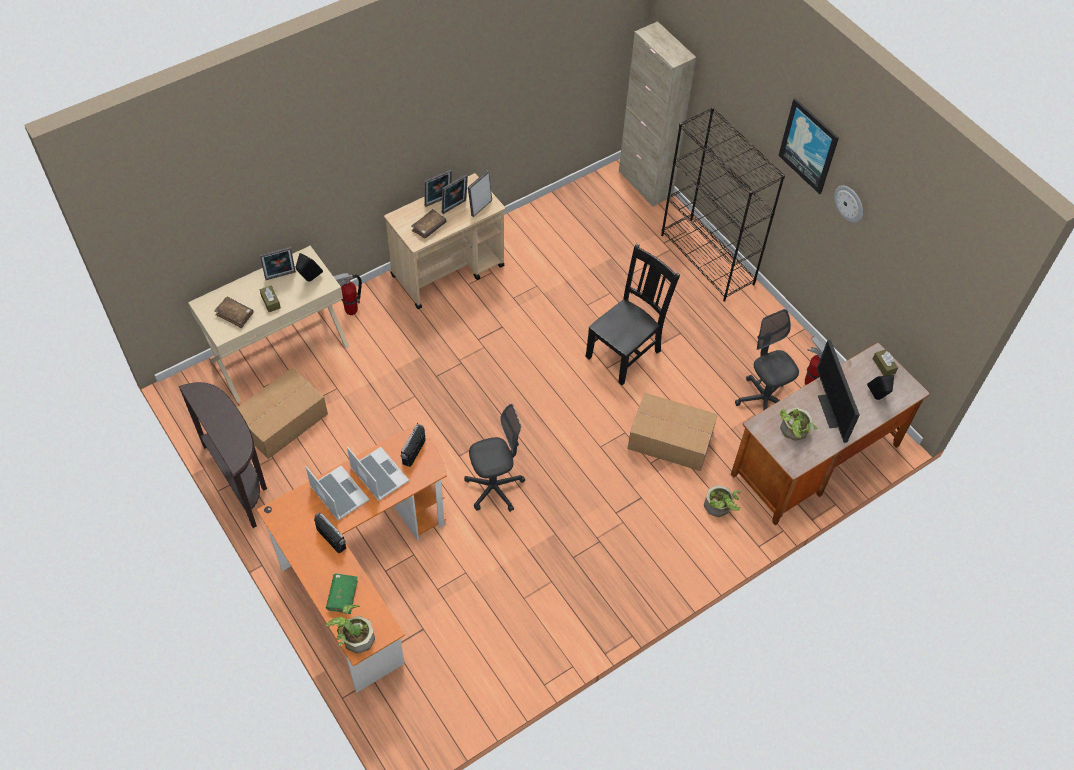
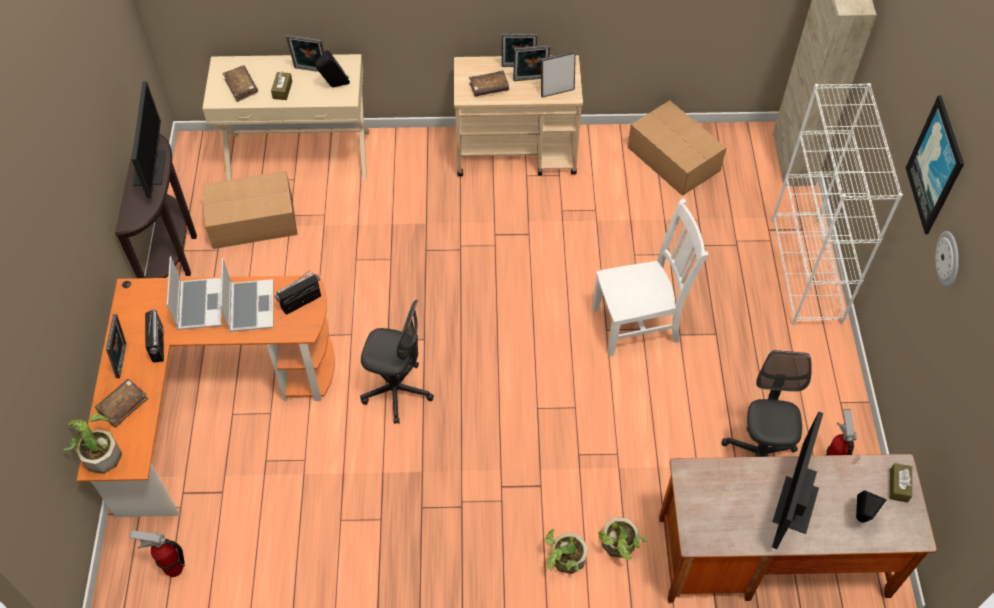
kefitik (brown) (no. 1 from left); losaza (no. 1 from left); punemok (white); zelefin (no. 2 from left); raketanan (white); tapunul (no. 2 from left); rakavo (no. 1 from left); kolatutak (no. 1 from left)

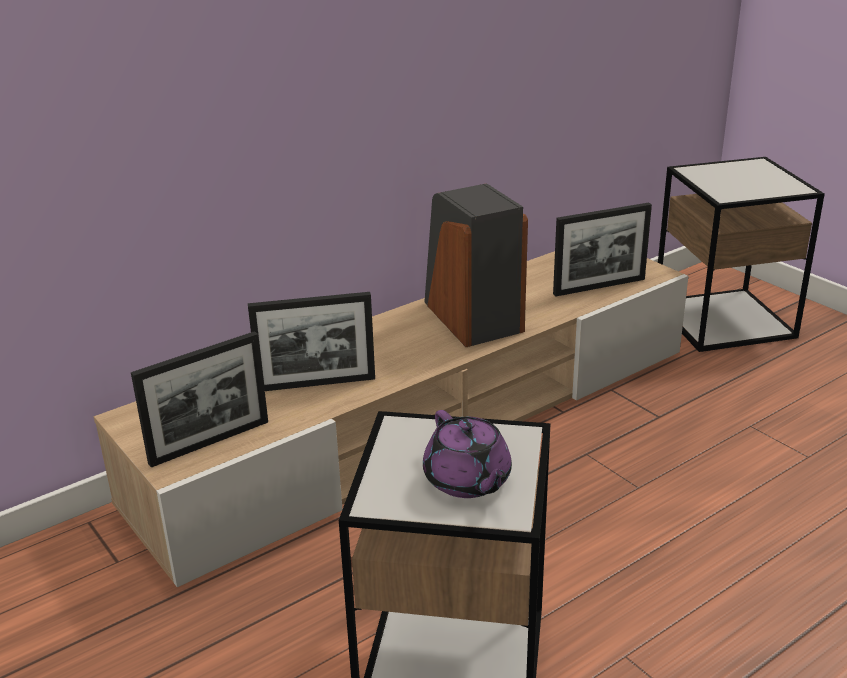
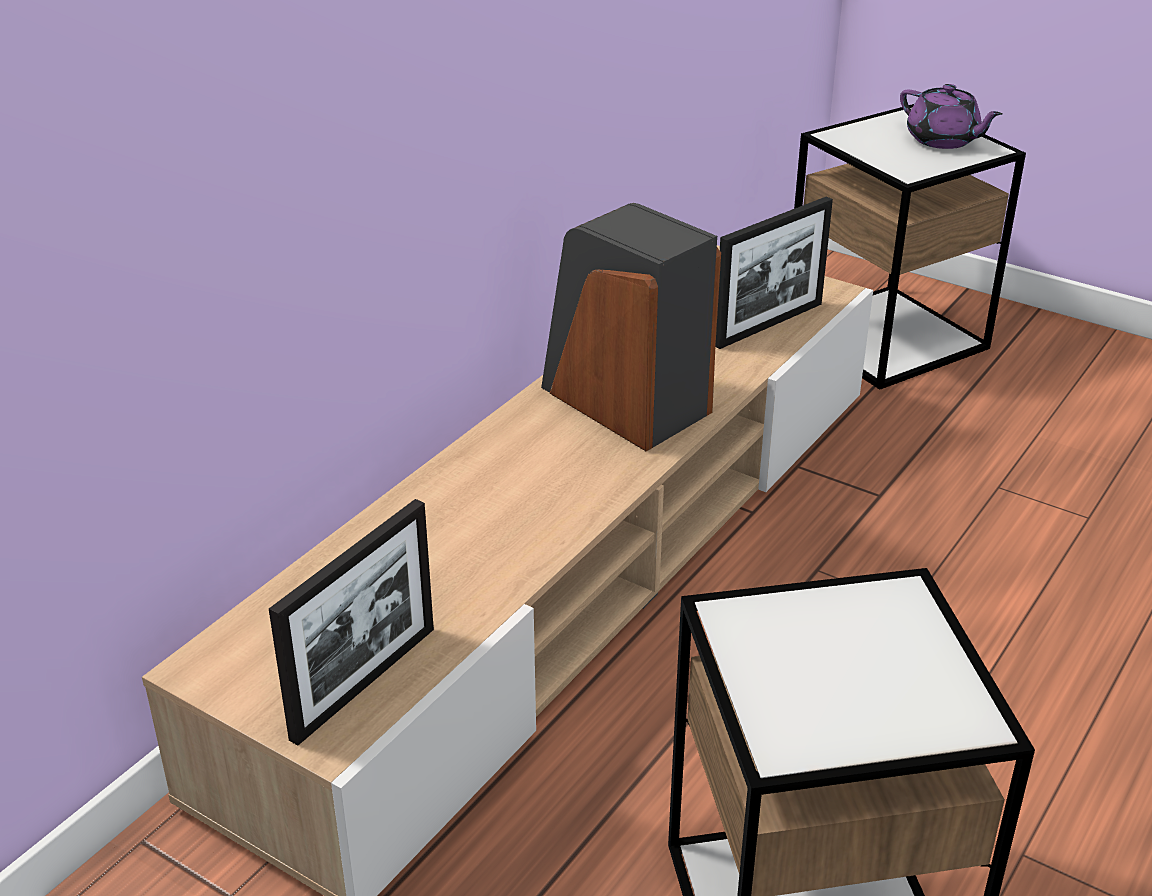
rakavo (no. 2 from left in the first image); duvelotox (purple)

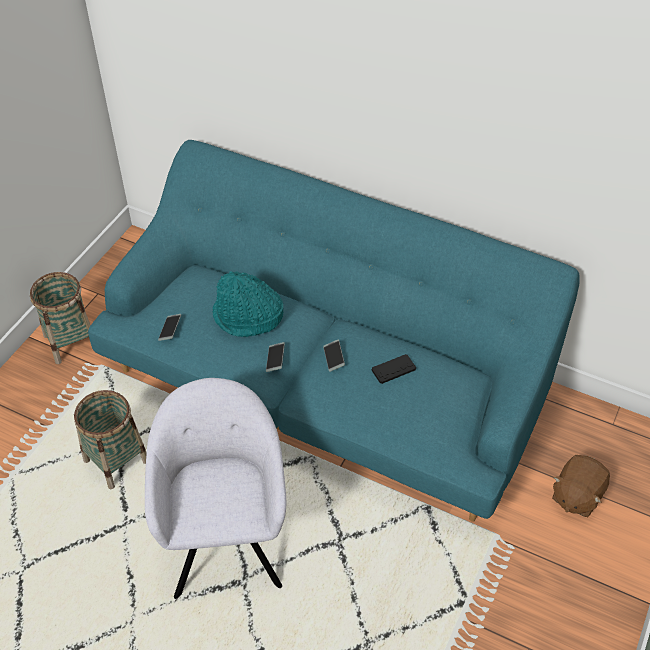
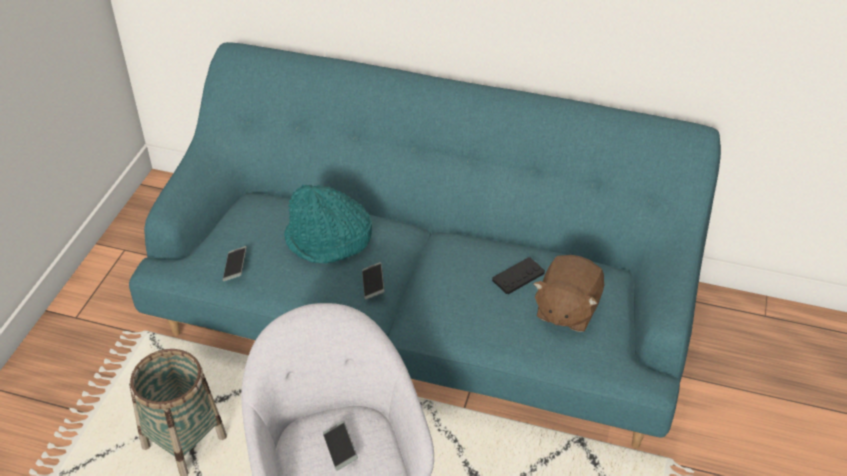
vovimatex (no. 1 from left in the first image); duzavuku (no. 2 from left); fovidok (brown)

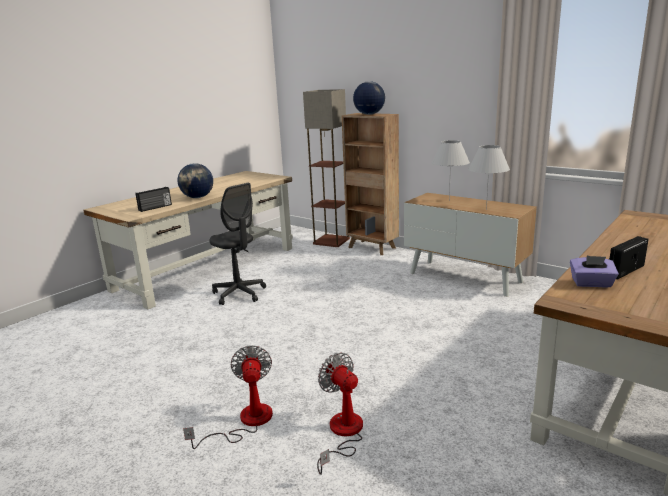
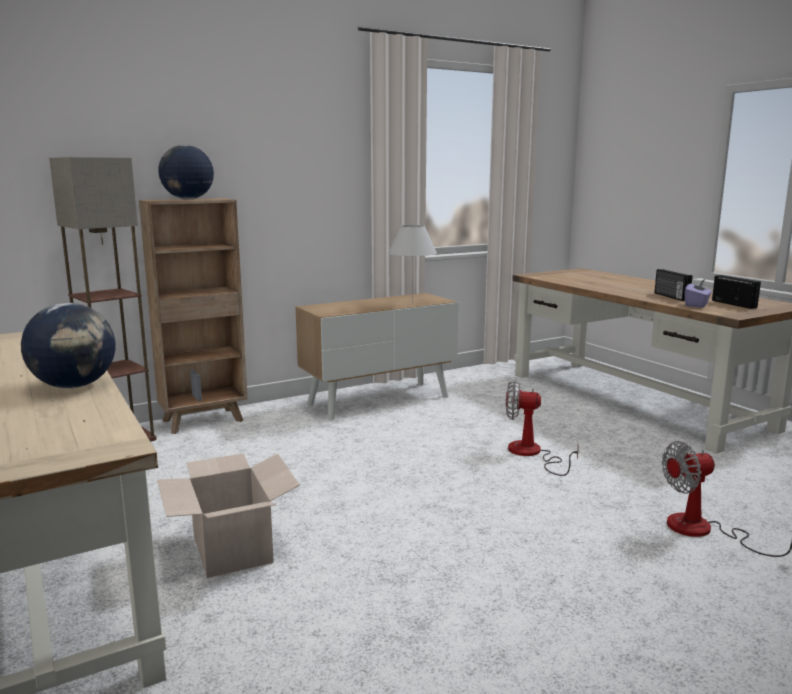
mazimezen (no. 2 from left); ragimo (no. 1 from left); zelefin; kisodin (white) (no. 1 from left in the first image)

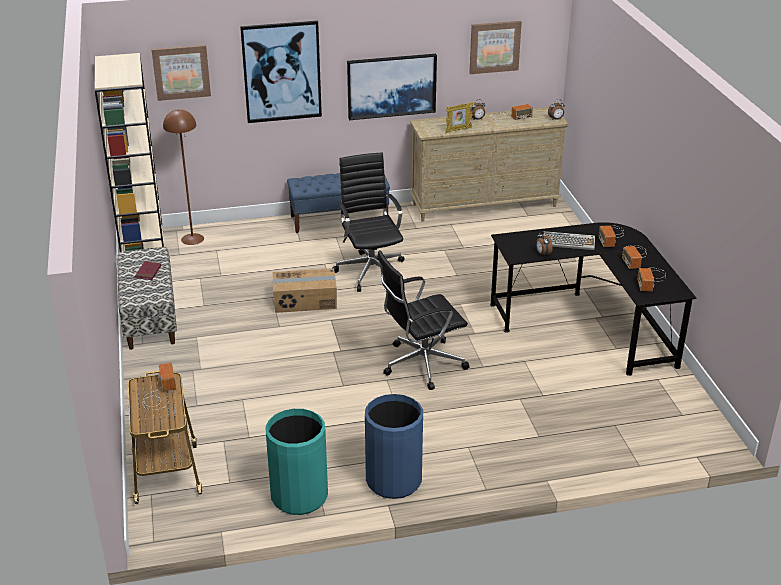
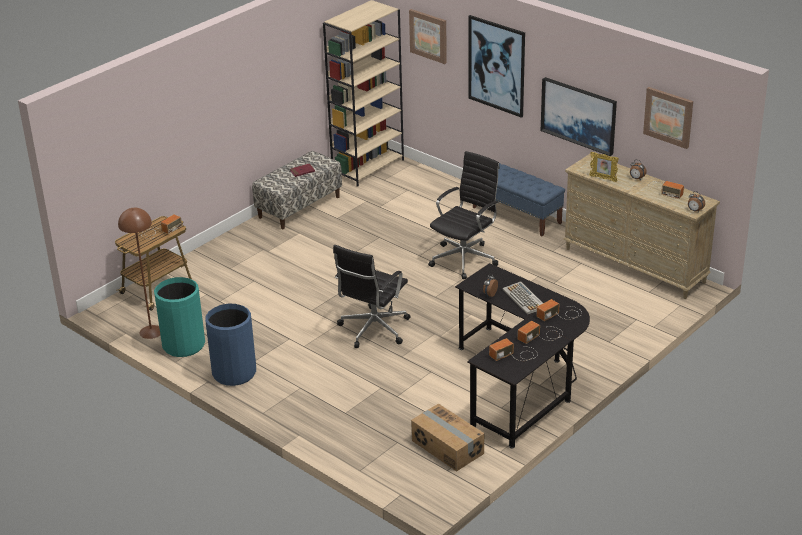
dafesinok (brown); zelefin; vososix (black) (no. 1 from left)

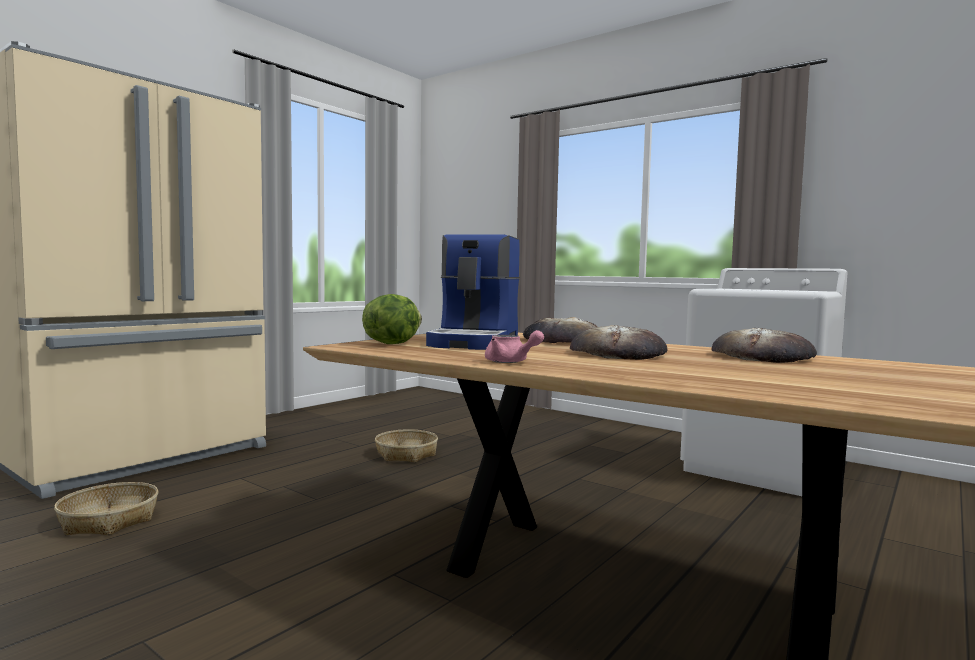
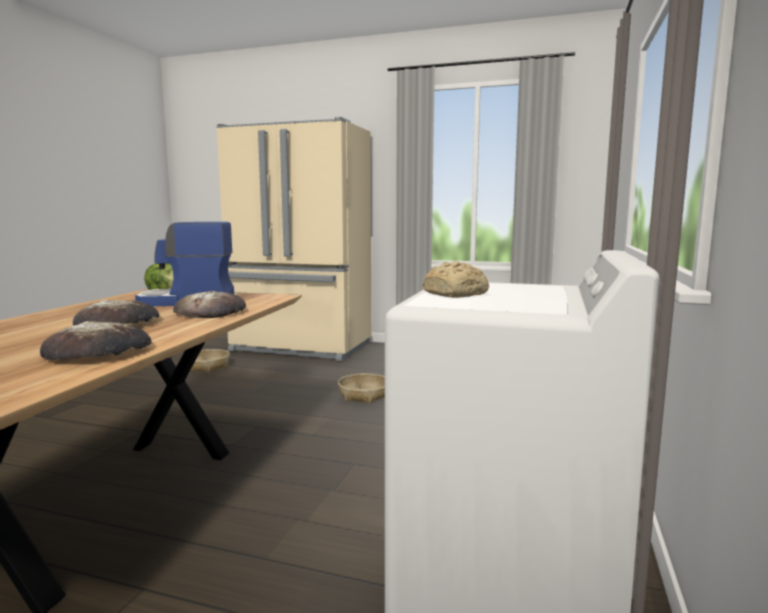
duvelotox (pink); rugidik (no. 4 from left)

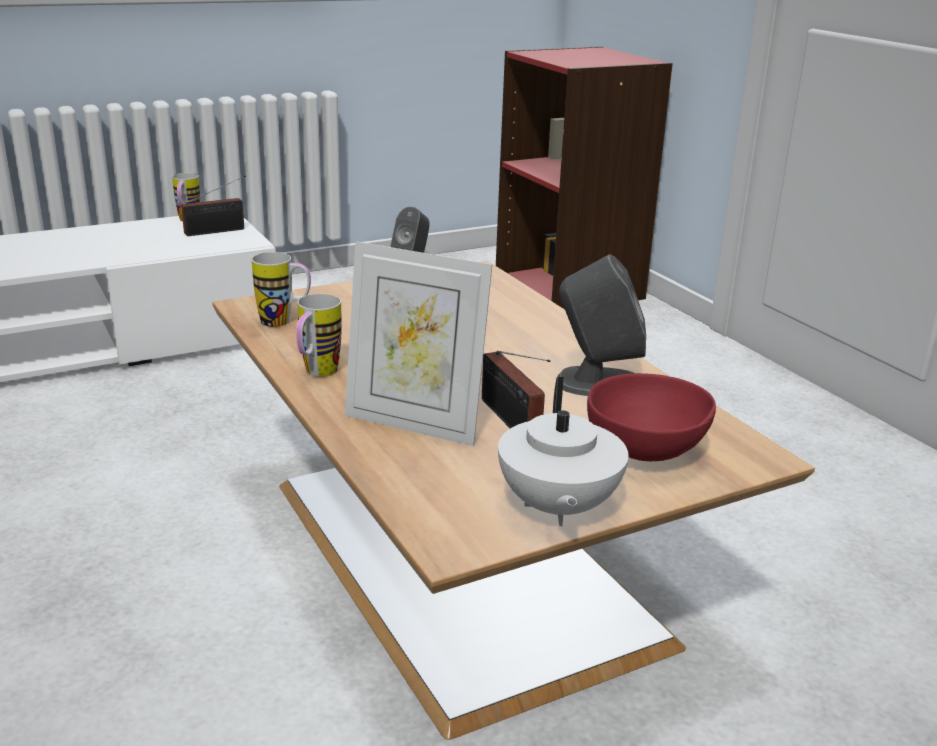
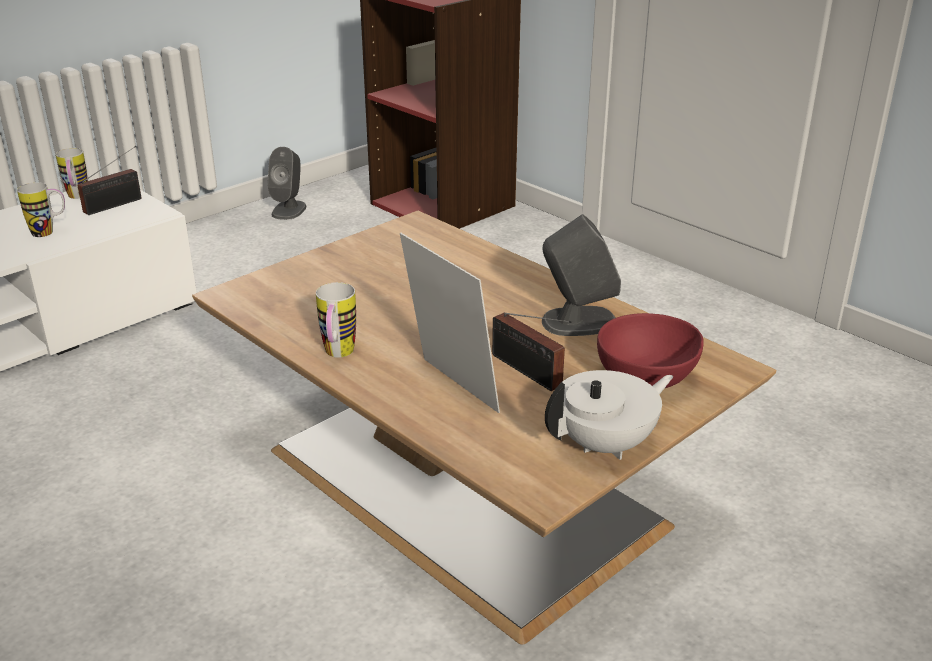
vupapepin (no. 1 from left); rakavo; duvelotox (white)

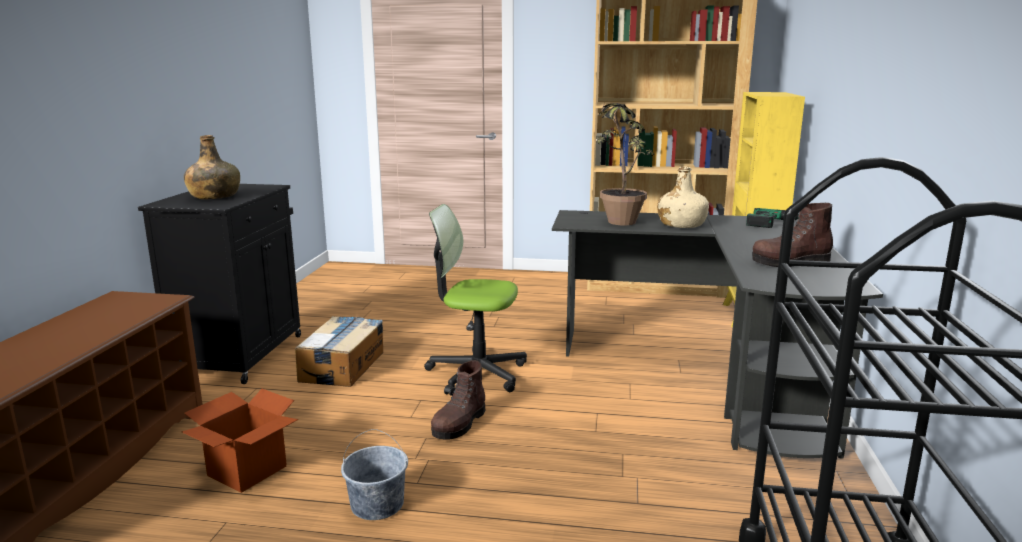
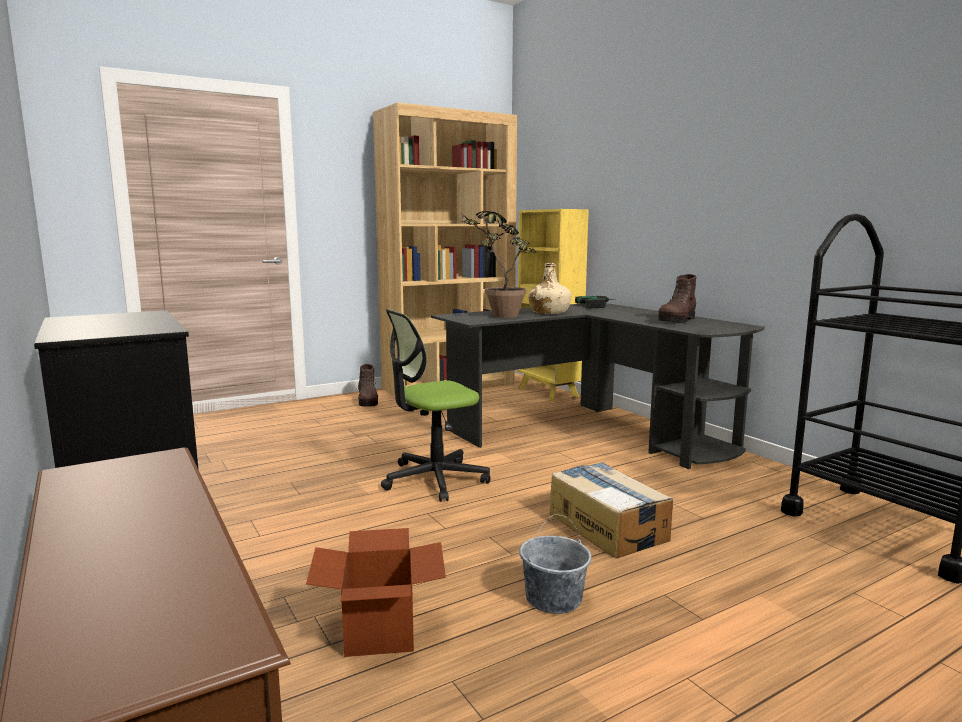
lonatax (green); zelefin (no. 2 from left); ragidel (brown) (no. 1 from left)

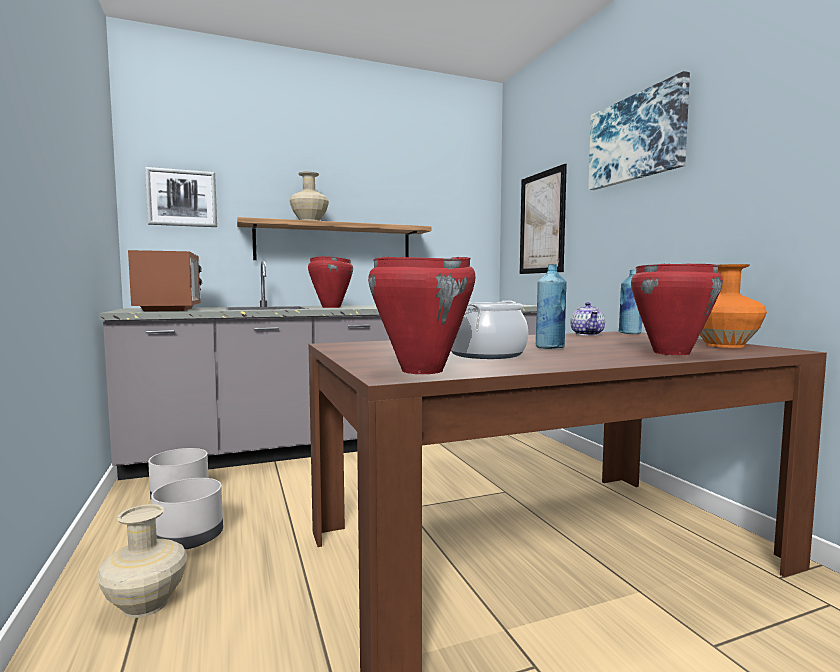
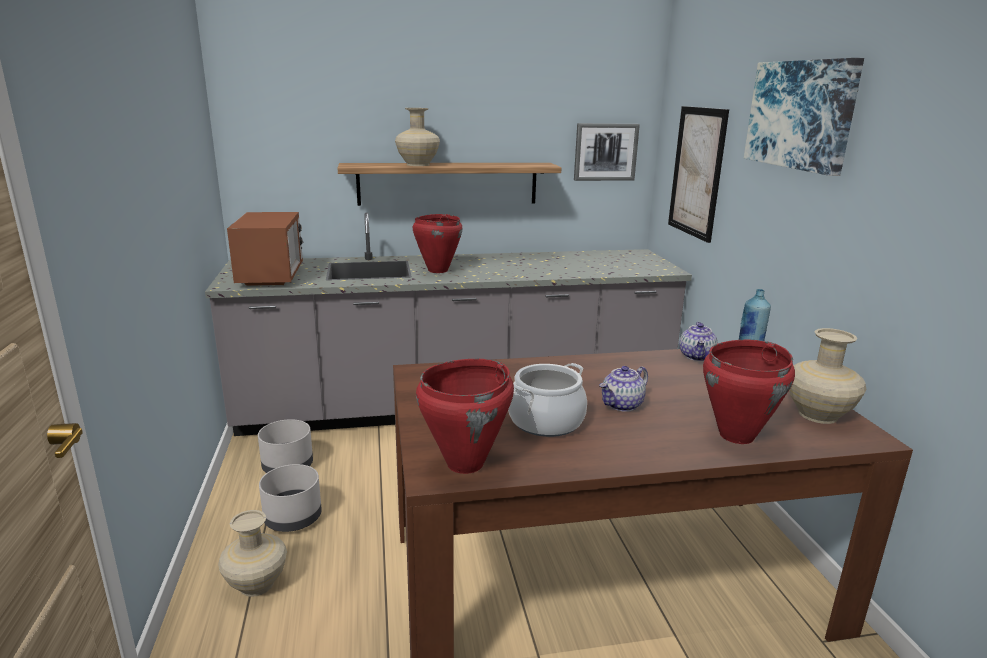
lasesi (no. 1 from left); duvelotox (no. 1 from left); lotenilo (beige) (no. 3 from left)

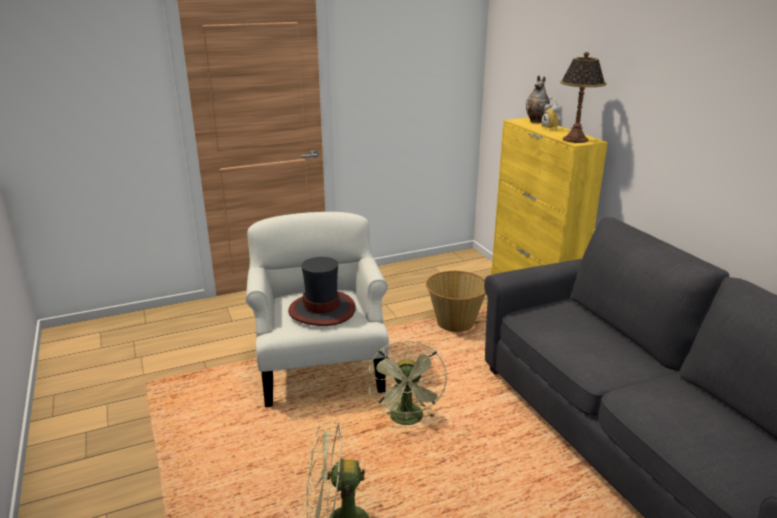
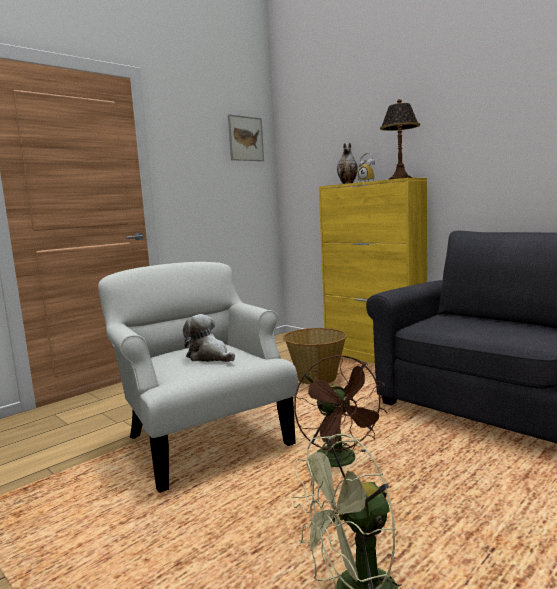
fovidok; ragimo (brown); lasesi

